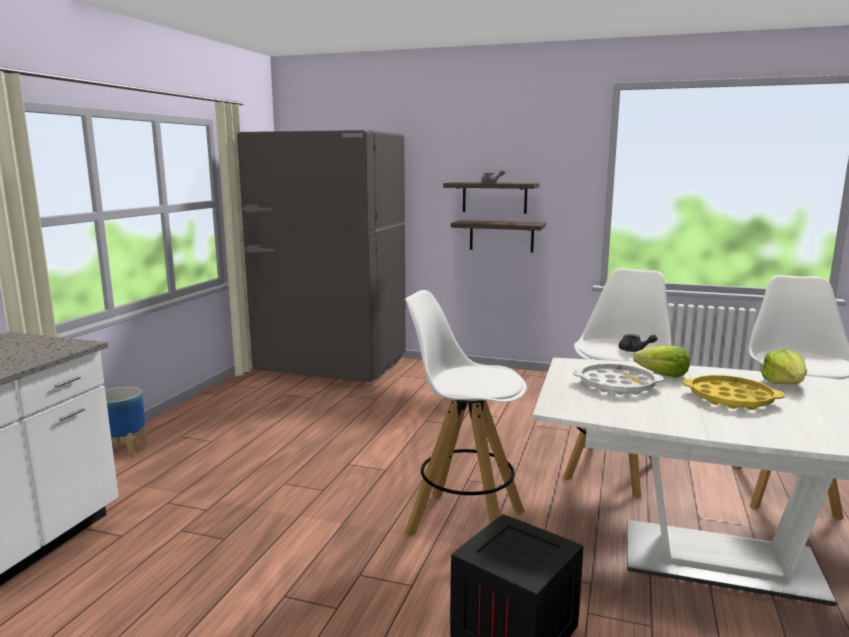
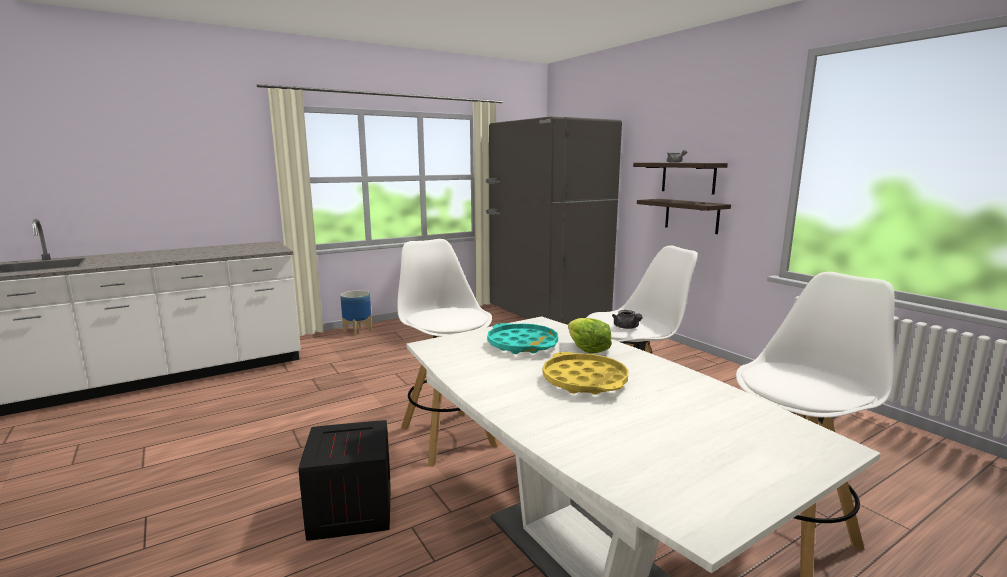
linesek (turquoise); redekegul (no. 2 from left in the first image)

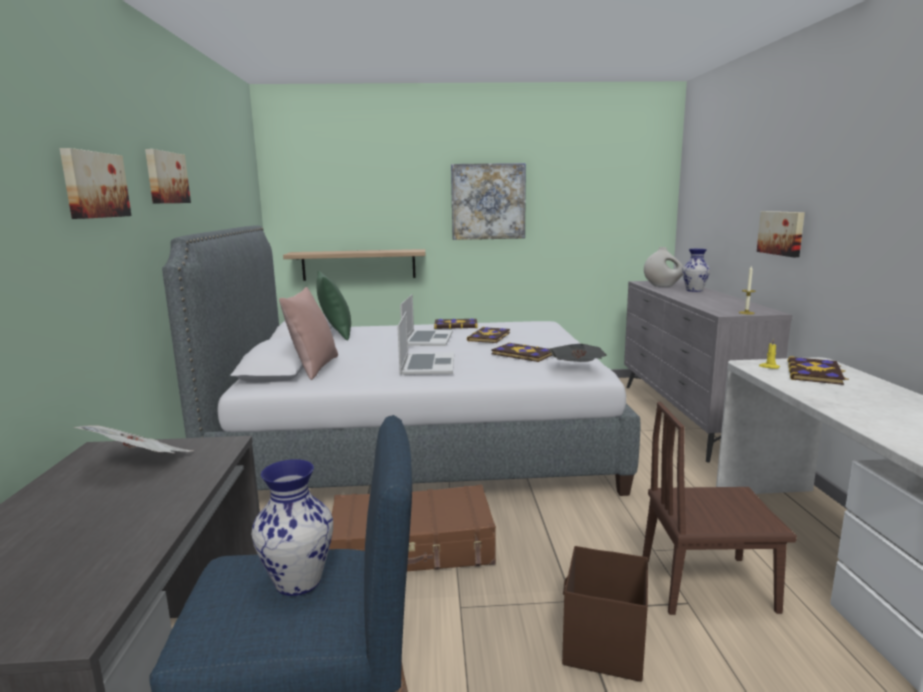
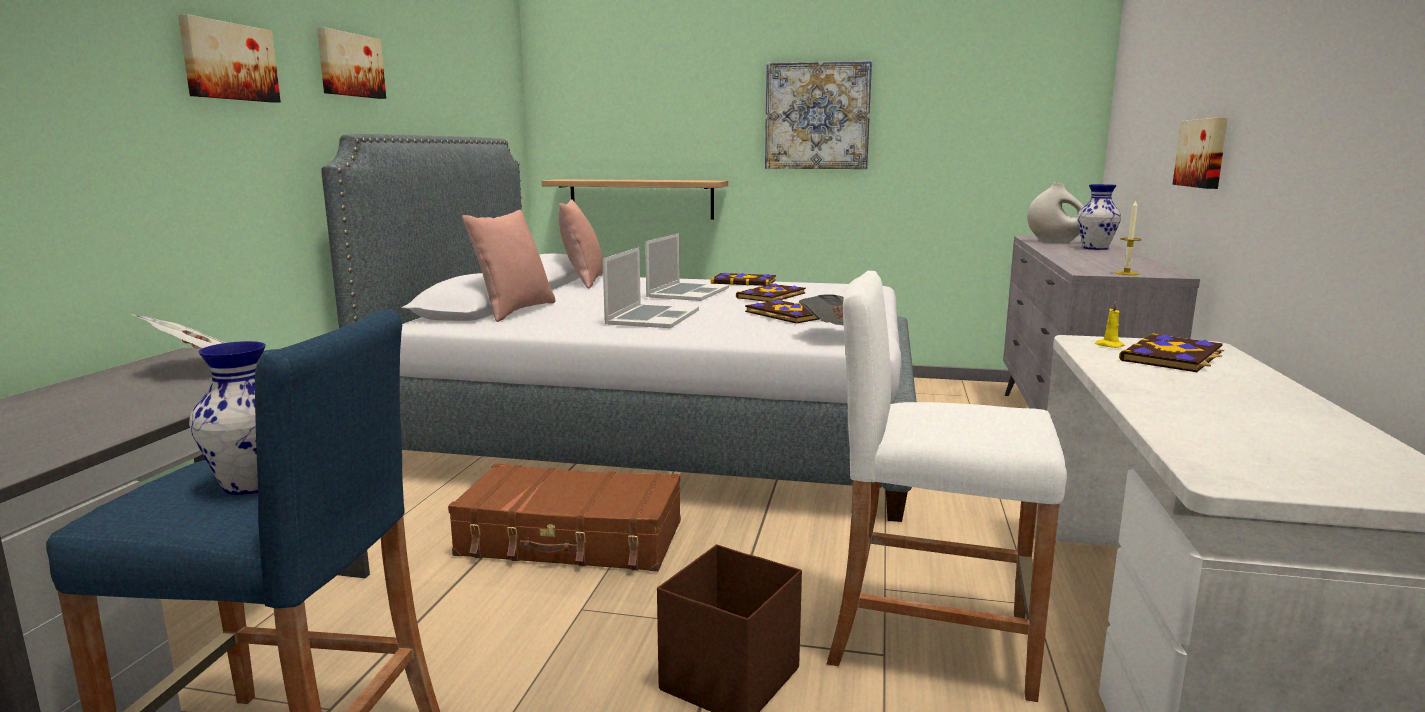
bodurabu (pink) (no. 2 from left); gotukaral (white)

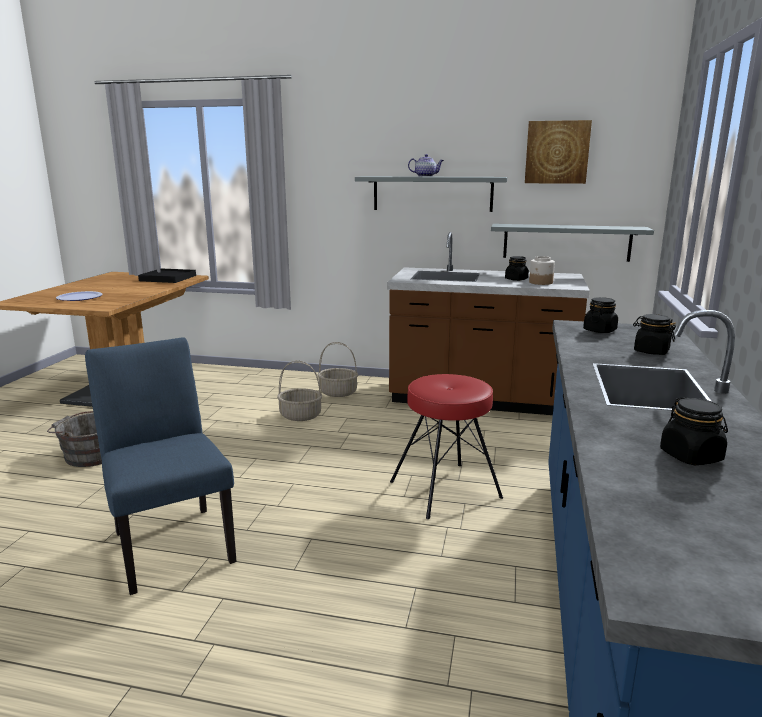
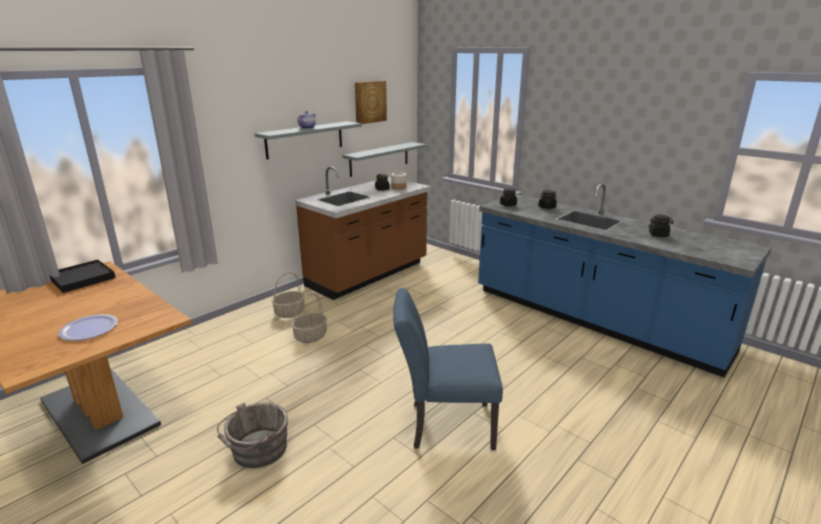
gotukaral (red)

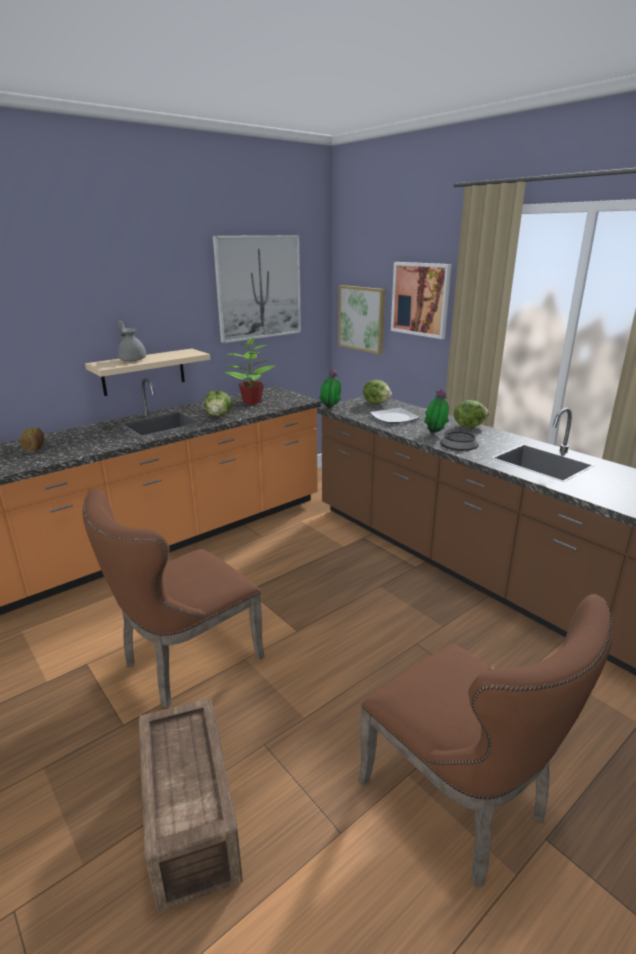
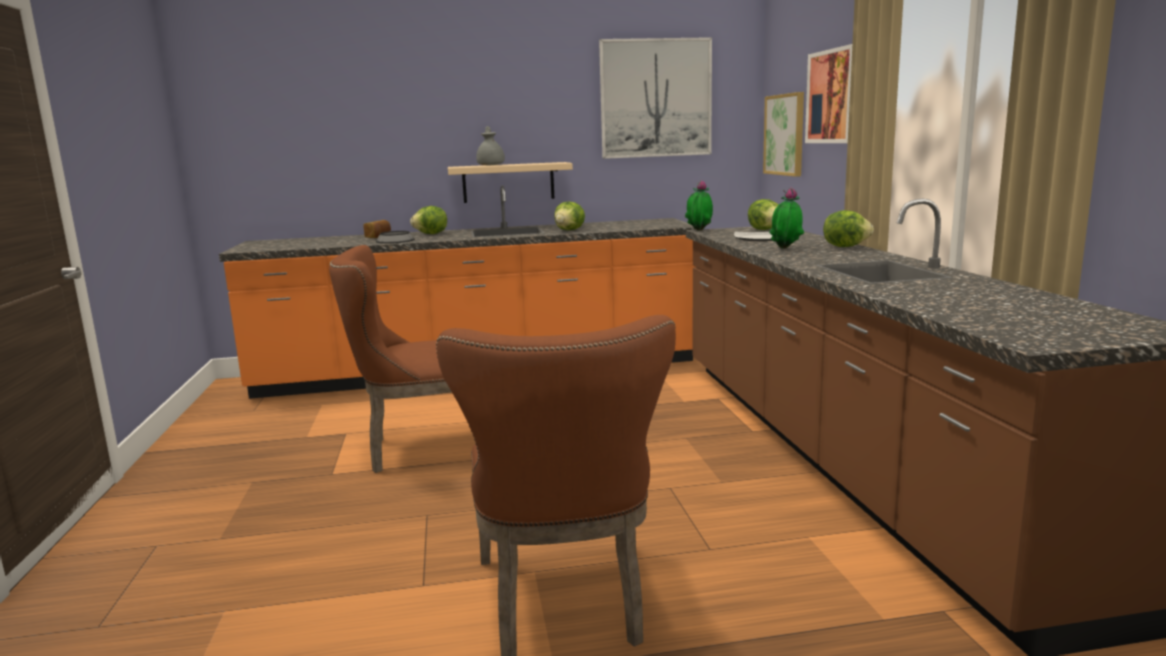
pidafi; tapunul (no. 1 from left in the first image); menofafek; redekegul (no. 1 from left)

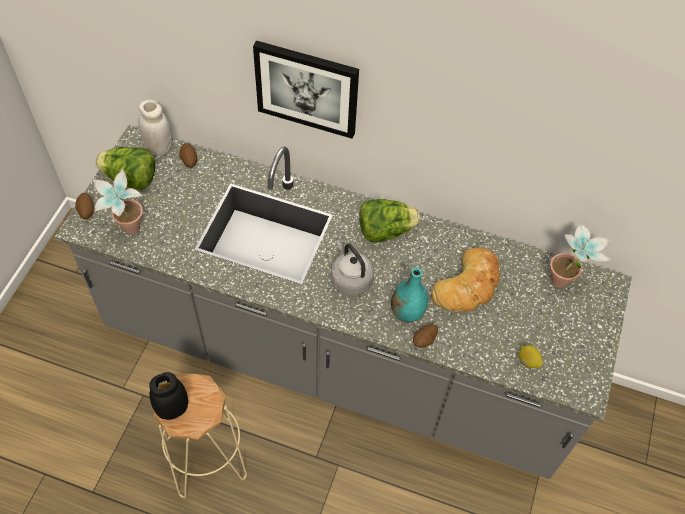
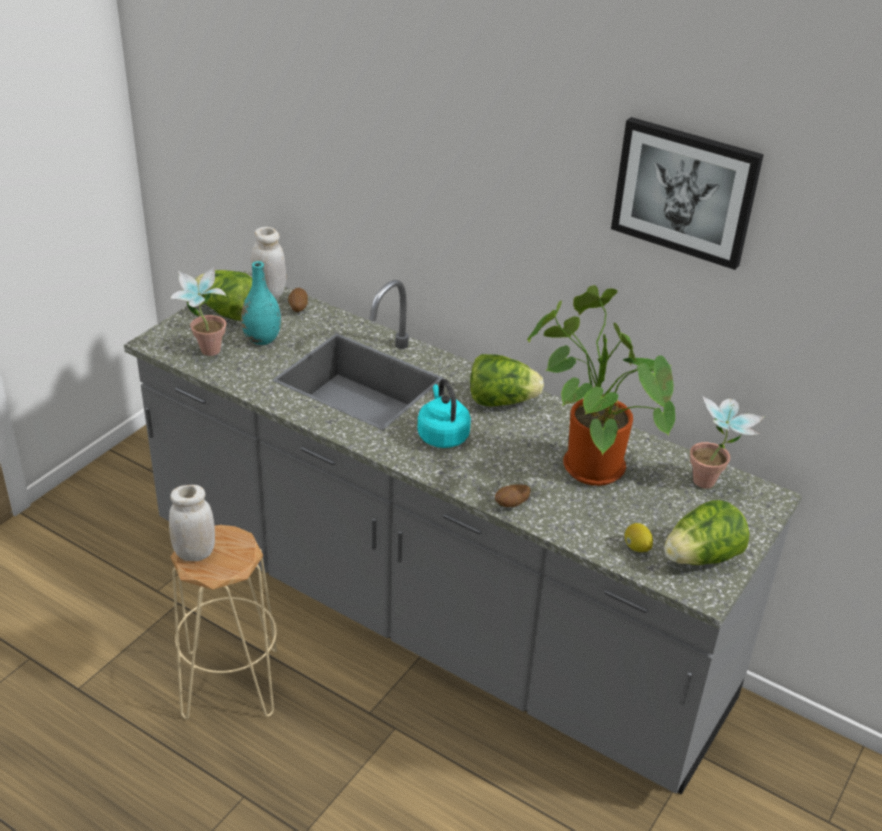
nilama (no. 1 from left in the first image); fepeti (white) (no. 1 from left); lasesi; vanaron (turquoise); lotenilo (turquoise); tapunul (no. 2 from left); redekegul (no. 3 from left)

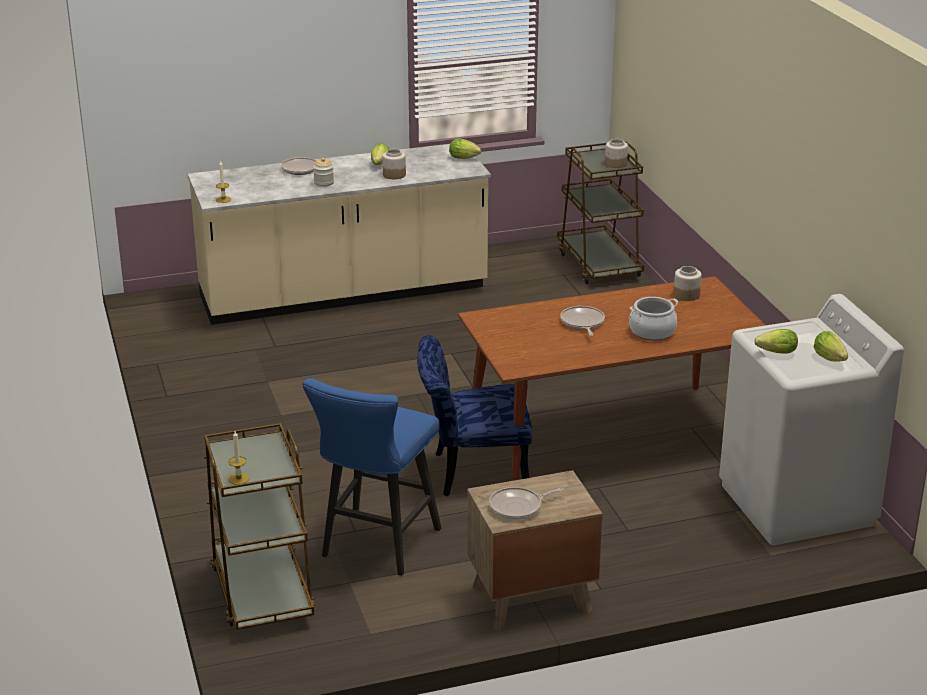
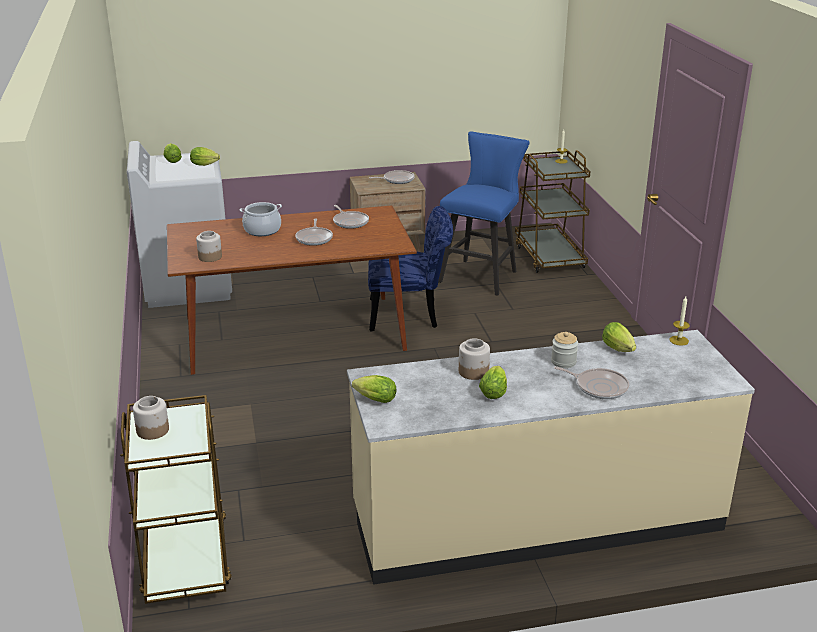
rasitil (no. 2 from left); redekegul (no. 5 from left)

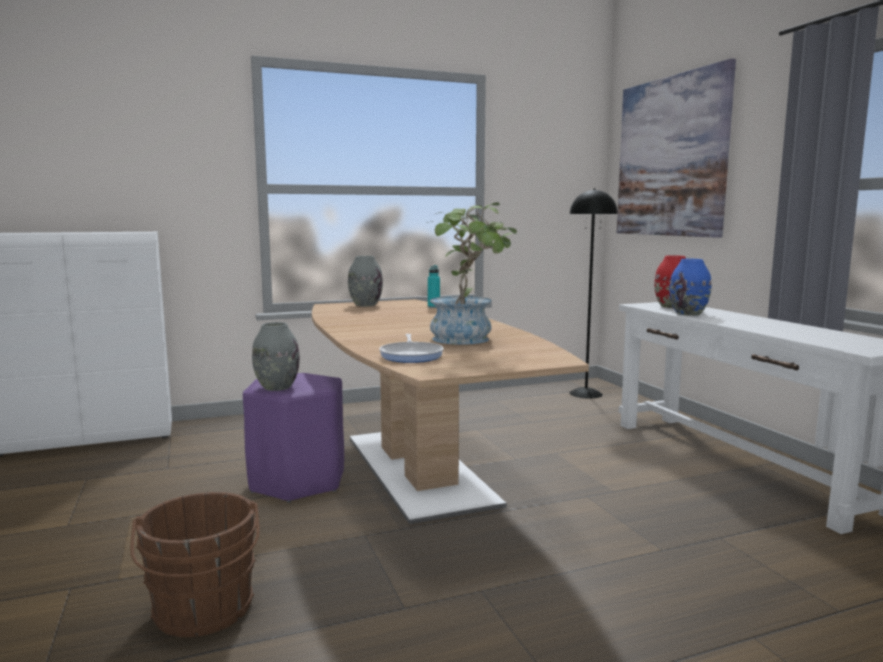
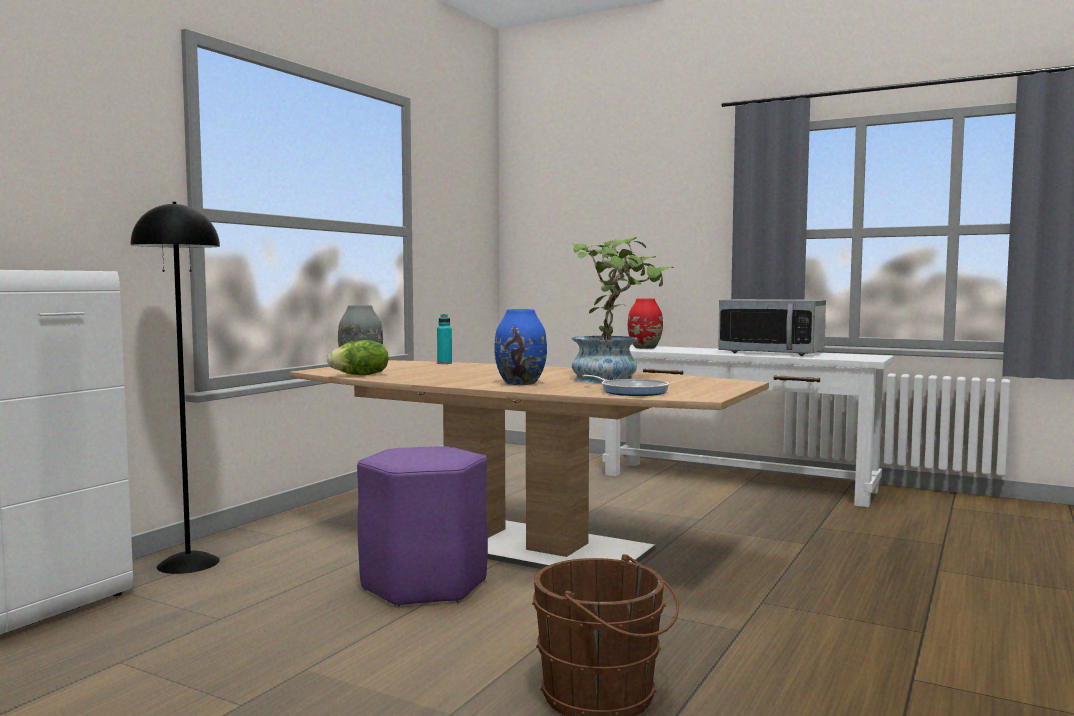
lotenilo (grey) (no. 1 from left in the first image); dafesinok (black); lasesi; lotenilo (blue); redekegul; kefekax

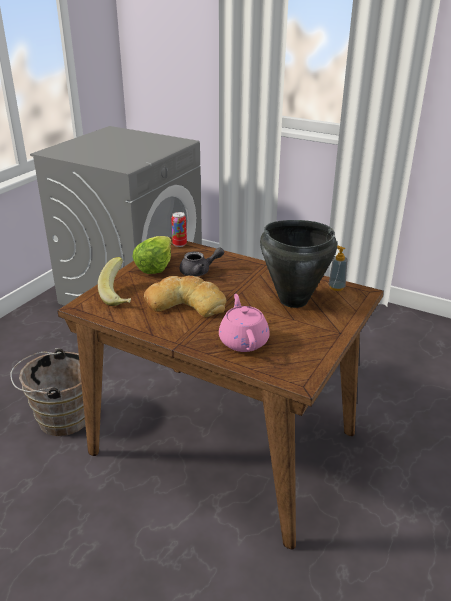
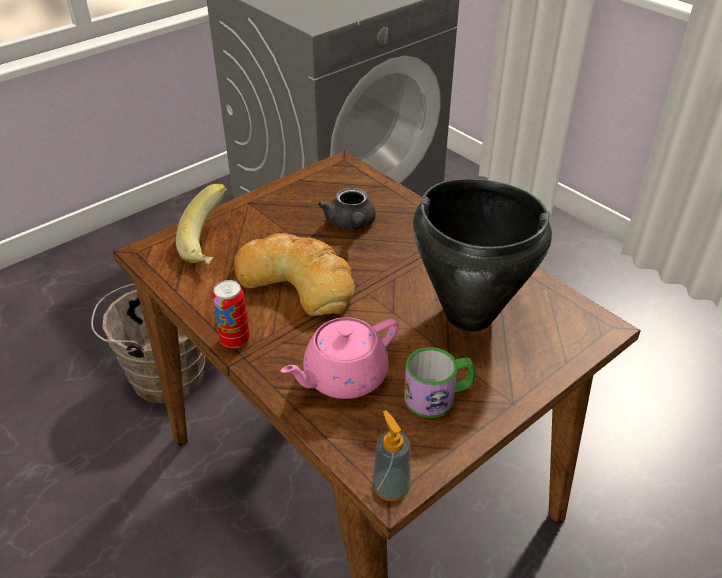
redekegul; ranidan; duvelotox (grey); duvelotox (pink); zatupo; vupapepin

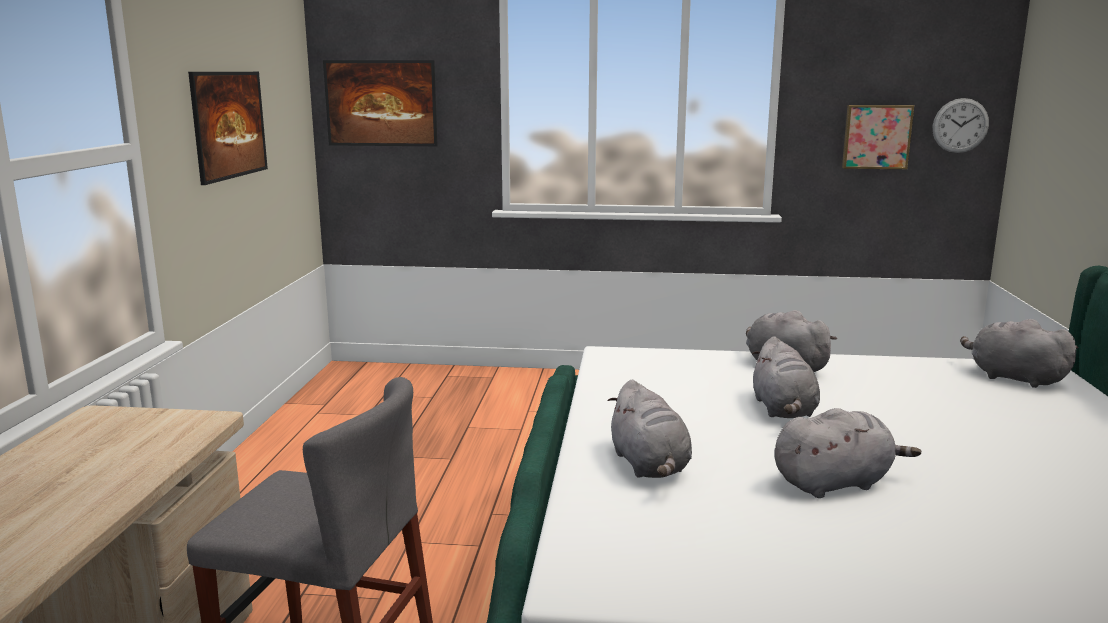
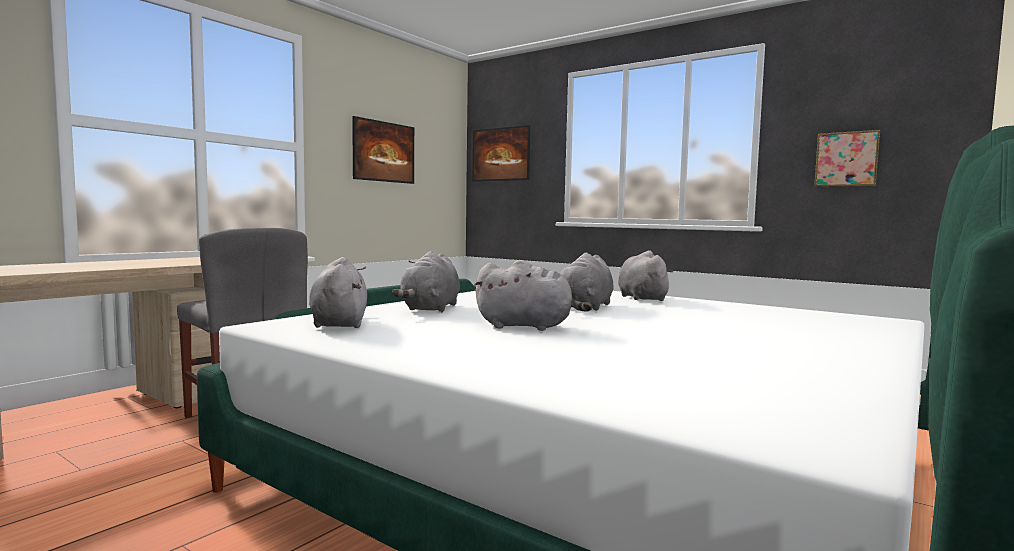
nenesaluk; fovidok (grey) (no. 1 from left)

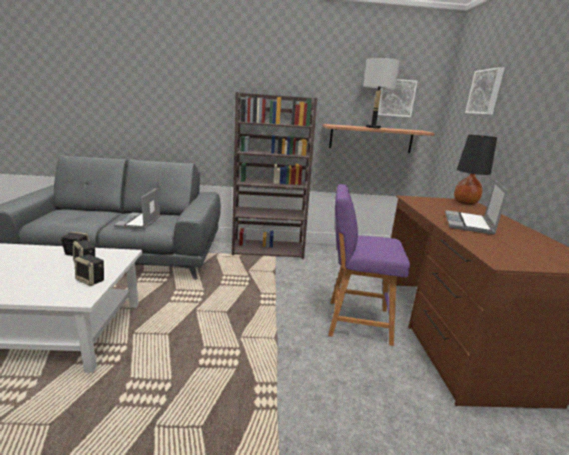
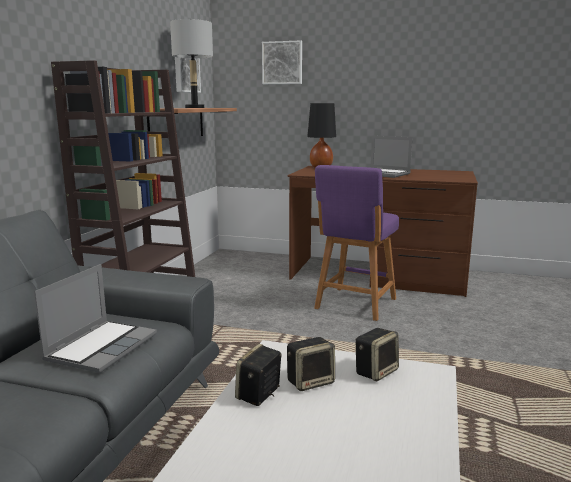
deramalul (no. 1 from left)

